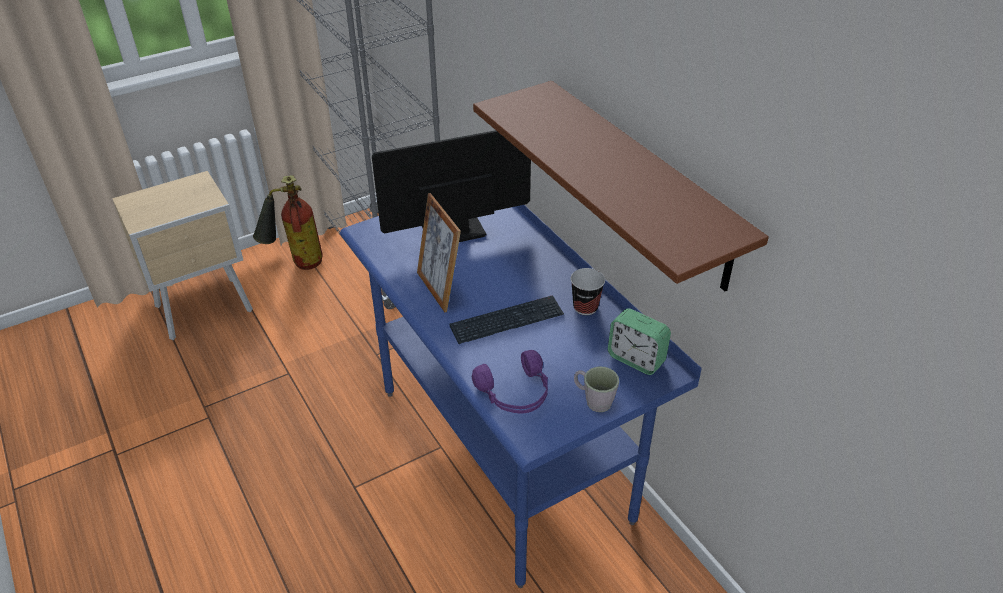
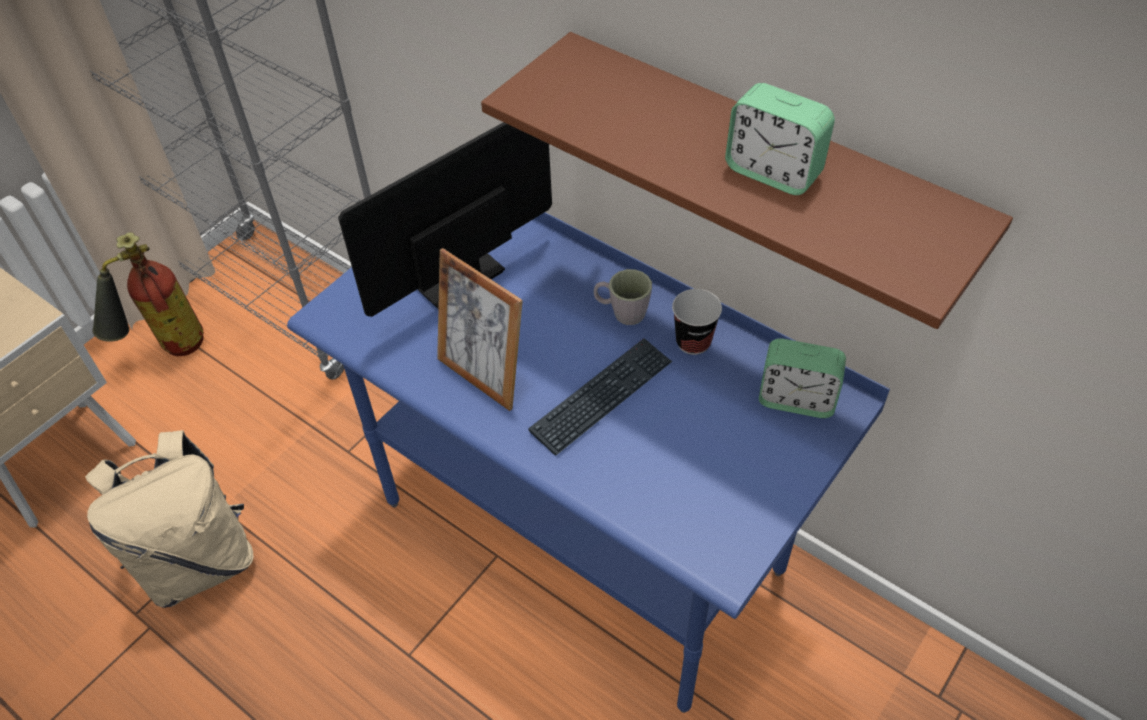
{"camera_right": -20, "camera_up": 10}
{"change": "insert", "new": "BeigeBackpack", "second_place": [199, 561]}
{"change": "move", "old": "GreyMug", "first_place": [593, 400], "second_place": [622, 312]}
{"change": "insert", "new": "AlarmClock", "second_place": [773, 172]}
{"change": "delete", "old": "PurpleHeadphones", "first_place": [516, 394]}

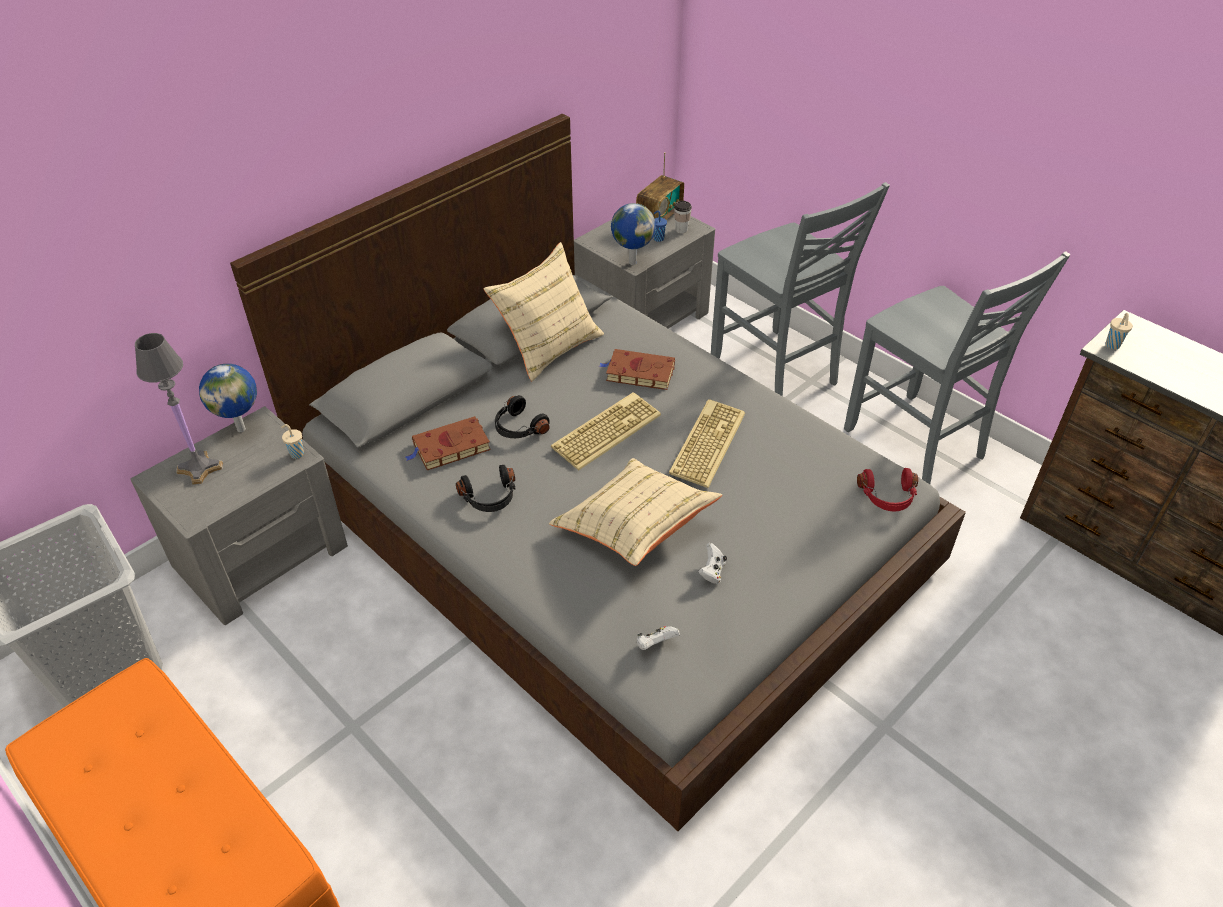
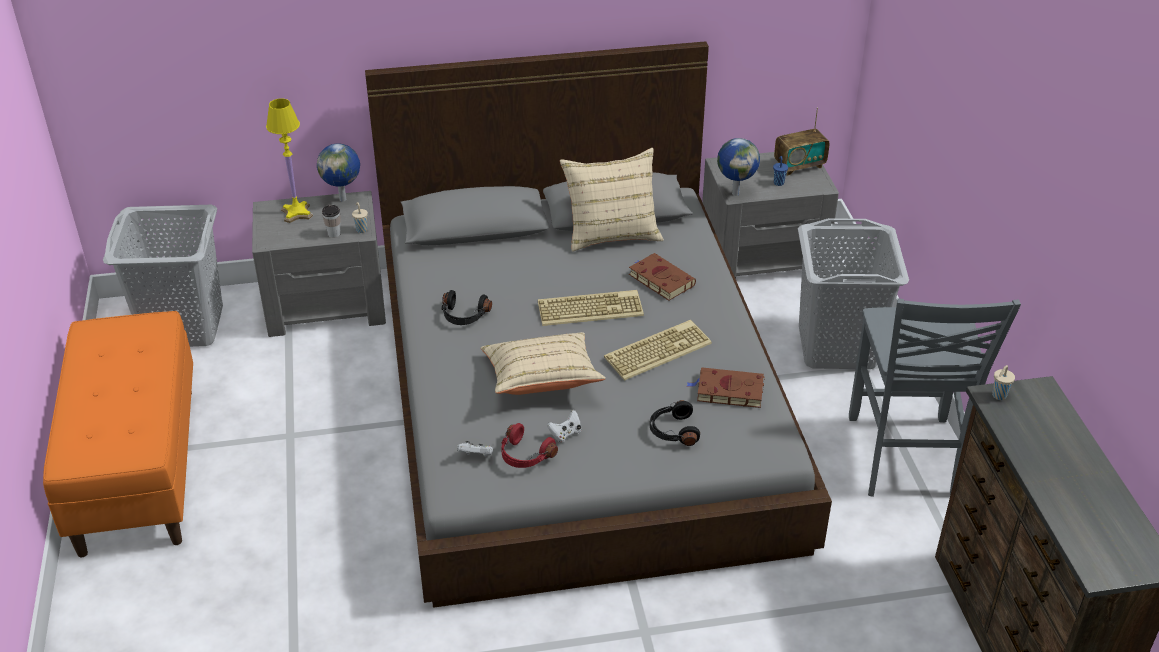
{"camera_right": 35, "camera_up": -5}
{"change": "recolor", "old": "GreyTableLamp", "new": "YellowTableLamp", "first_place": [200, 468], "second_place": [297, 213]}
{"change": "move", "old": "Cup", "first_place": [681, 230], "second_place": [334, 234]}
{"change": "move", "old": "RedHeadphones", "first_place": [888, 497], "second_place": [524, 456]}
{"change": "move", "old": "BlackHeadphones", "first_place": [519, 428], "second_place": [673, 431]}
{"change": "move", "old": "BrownBook", "first_place": [449, 447], "second_place": [727, 391]}
{"change": "replace", "old": "GreyChair", "new": "GreyLaundryBasket", "first_place": [776, 372], "second_place": [836, 347]}

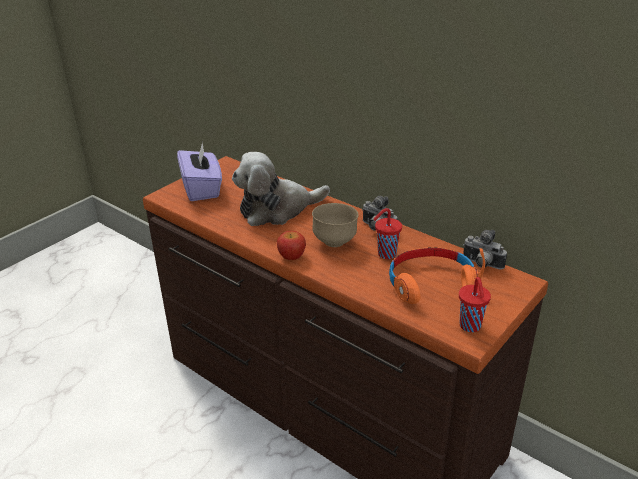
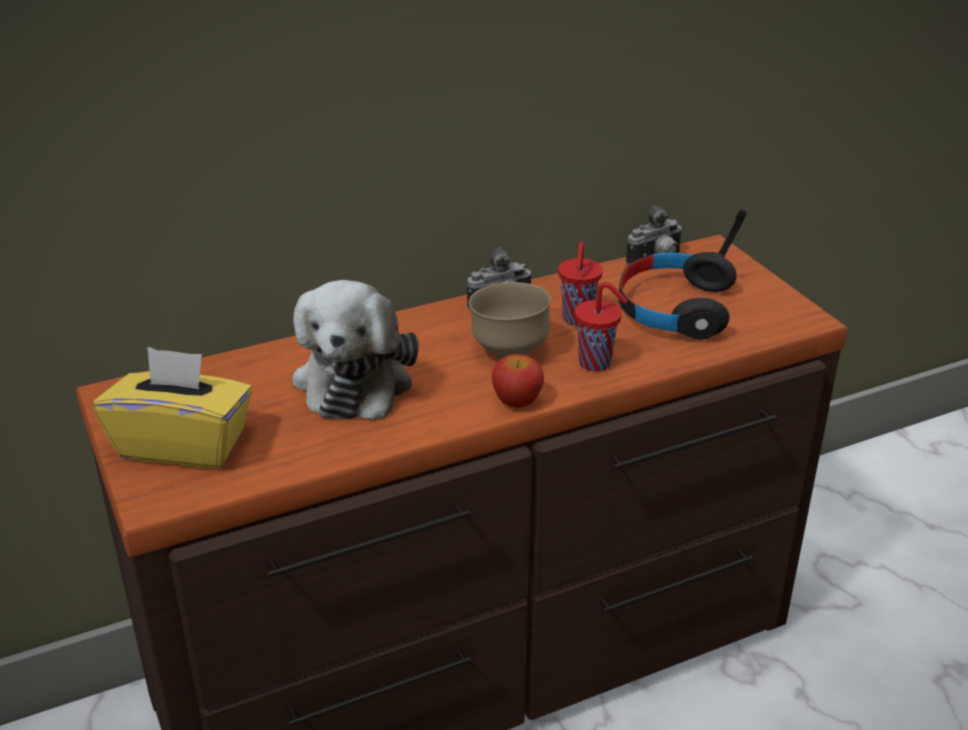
{"camera_right": -65, "camera_up": 0}
{"change": "recolor", "old": "PurpleTissueBox", "new": "YellowTissueBox", "first_place": [202, 188], "second_place": [183, 444]}
{"change": "move", "old": "RedCup", "first_place": [470, 326], "second_place": [597, 364]}
{"change": "recolor", "old": "OrangeHeadphones", "new": "BlackHeadphones", "first_place": [431, 284], "second_place": [674, 308]}

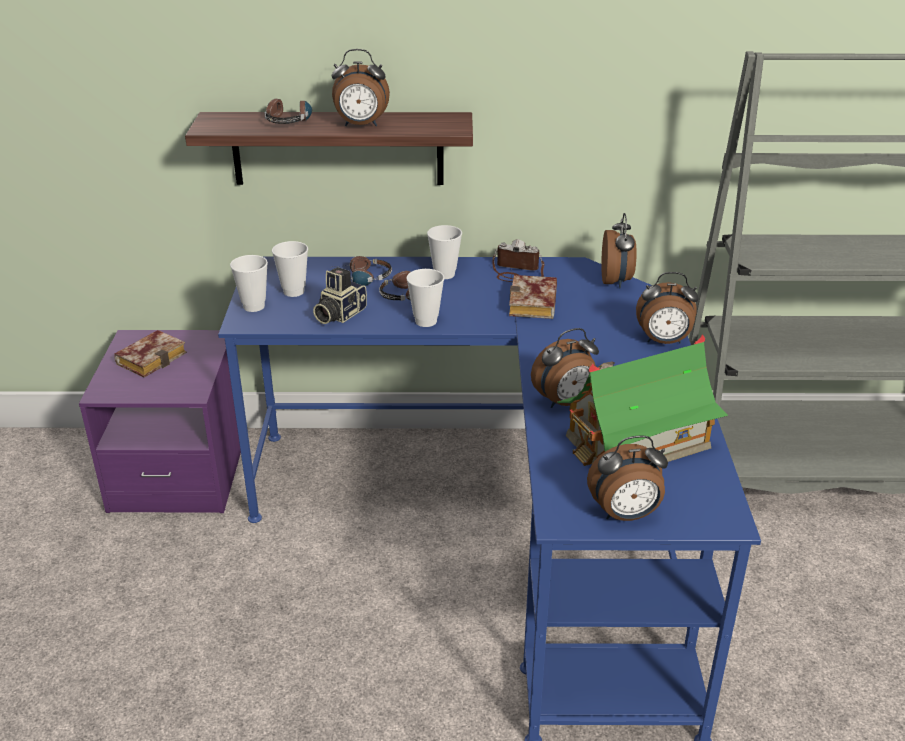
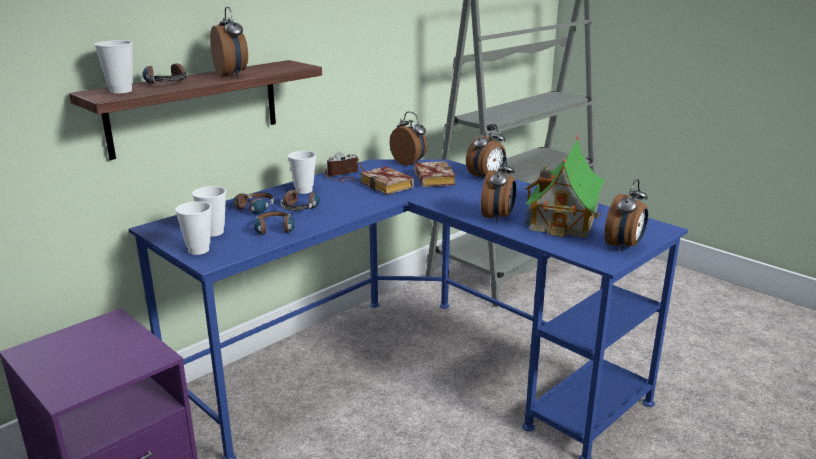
{"camera_right": -45, "camera_up": -10}
{"change": "move", "old": "Cup", "first_place": [426, 321], "second_place": [121, 91]}
{"change": "rotate", "old": "AlarmClock", "first_place": [361, 125], "second_place": [232, 75], "degrees": -75}
{"change": "replace", "old": "PhotoCamera", "new": "Headphones", "first_place": [338, 314], "second_place": [275, 231]}
{"change": "move", "old": "Book", "first_place": [152, 357], "second_place": [432, 178]}

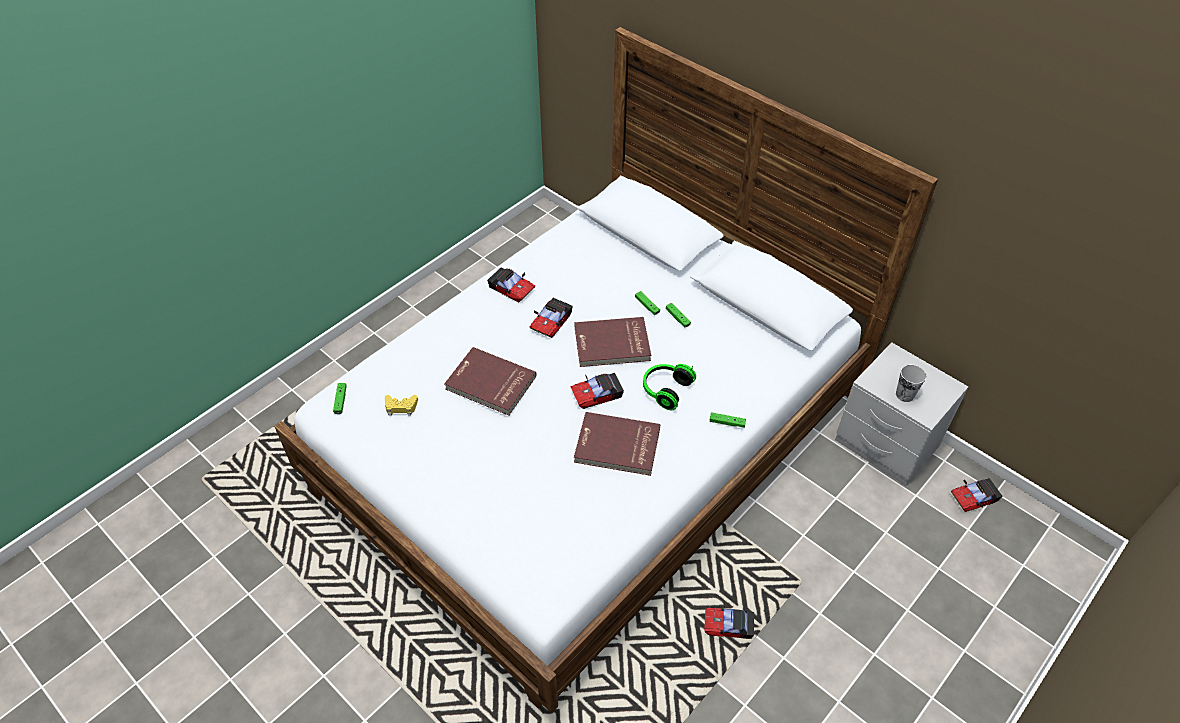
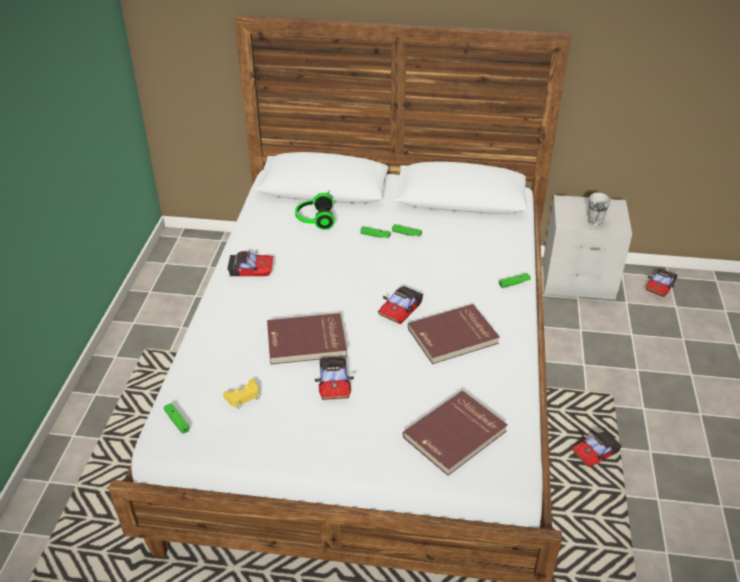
{"camera_right": -35, "camera_up": -10}
{"change": "move", "old": "Headphones", "first_place": [665, 390], "second_place": [315, 219]}
{"change": "move", "old": "ToyCar", "first_place": [551, 322], "second_place": [334, 383]}
{"change": "move", "old": "RedBook", "first_place": [612, 345], "second_place": [456, 435]}

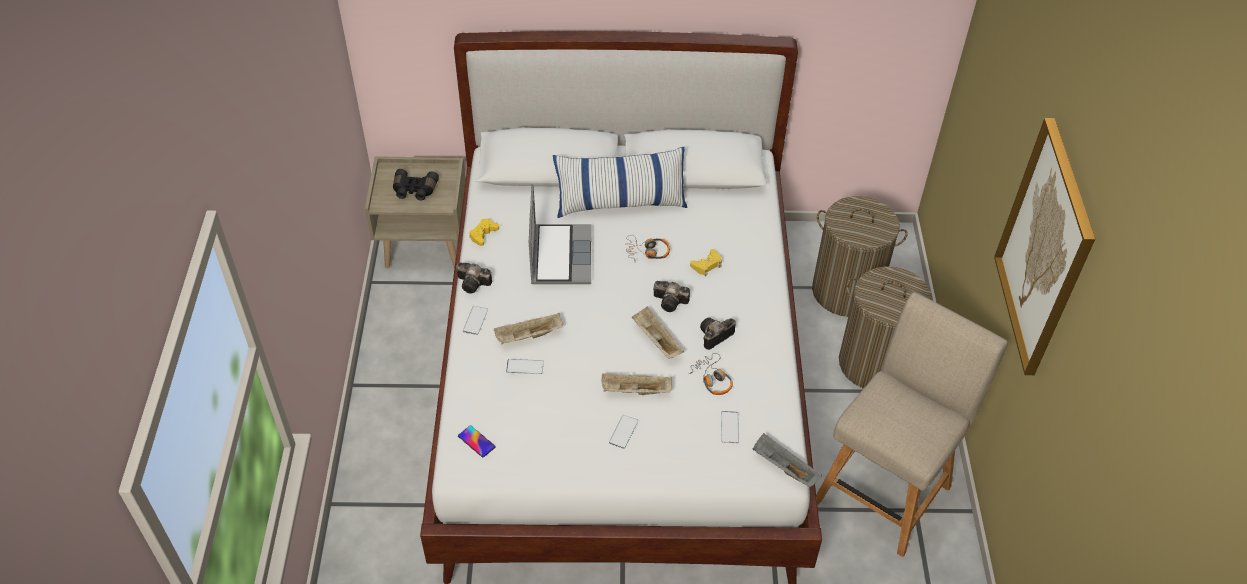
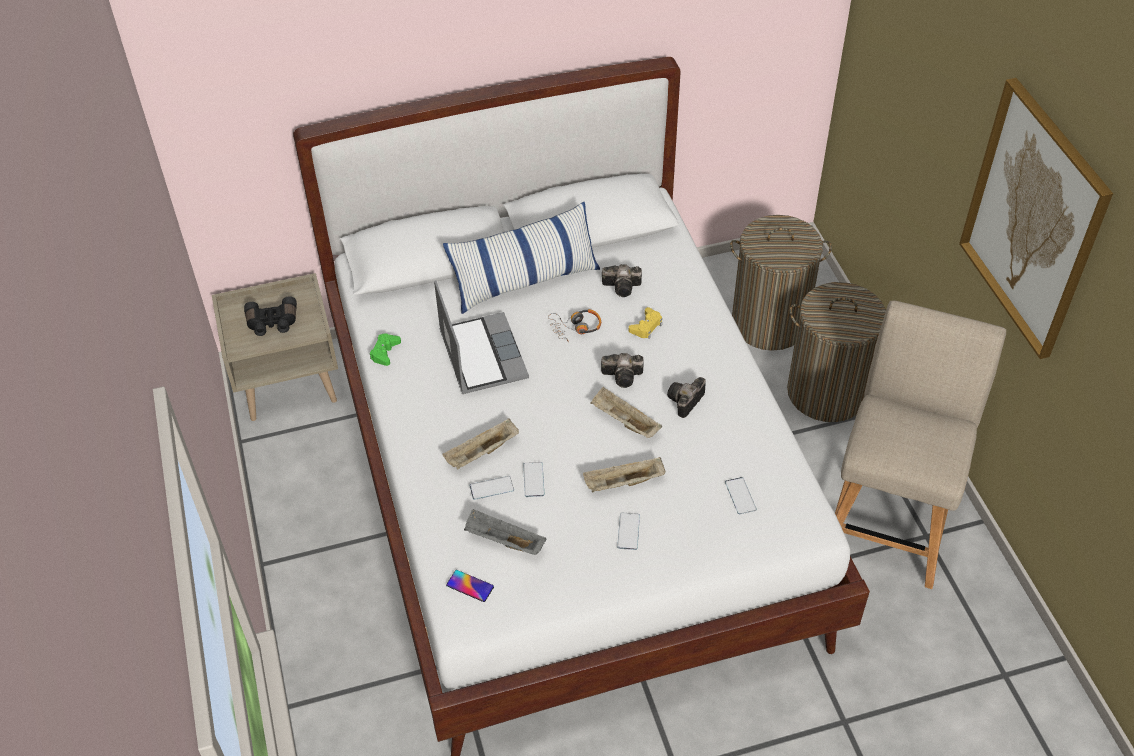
{"camera_right": -15, "camera_up": 0}
{"change": "recolor", "old": "YellowGameController", "new": "GreenGameController", "first_place": [483, 234], "second_place": [385, 352]}
{"change": "move", "old": "GreyTray", "first_place": [783, 468], "second_place": [503, 541]}
{"change": "move", "old": "Phone", "first_place": [475, 320], "second_place": [533, 480]}
{"change": "move", "old": "PhotoCamera", "first_place": [474, 284], "second_place": [623, 287]}
{"change": "delete", "old": "Headphones", "first_place": [712, 379]}

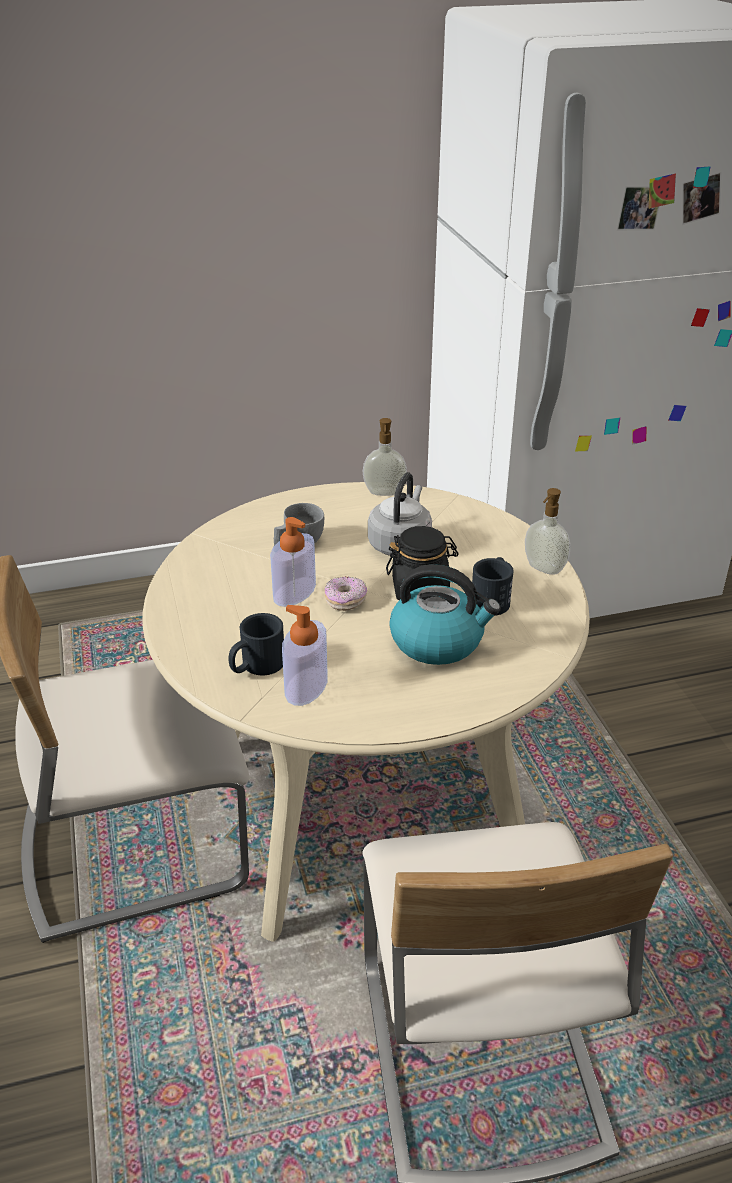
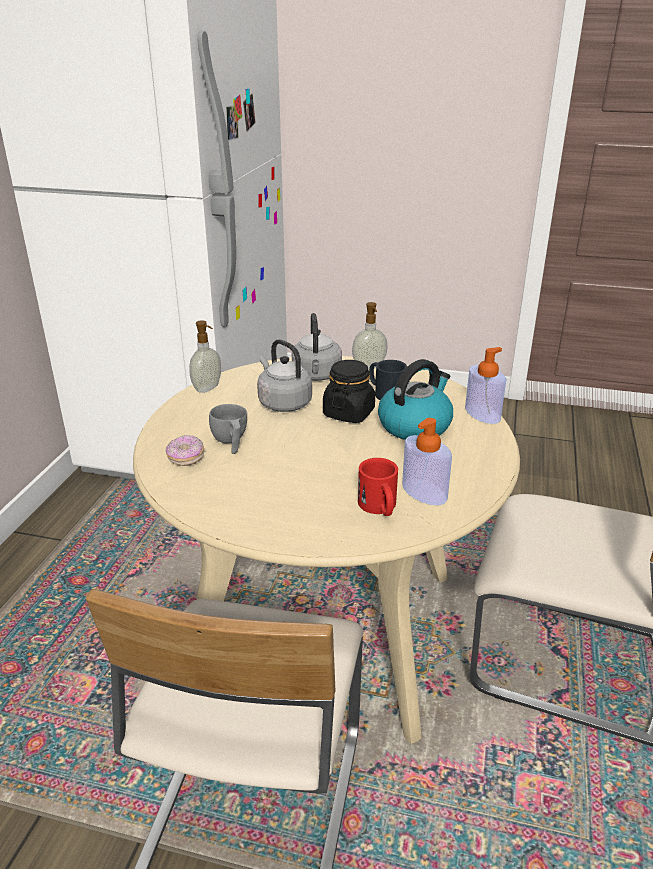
{"camera_right": -60, "camera_up": -5}
{"change": "move", "old": "Donut", "first_place": [345, 601], "second_place": [185, 458]}
{"change": "insert", "new": "GreyKettle", "second_place": [317, 376]}
{"change": "recolor", "old": "BlackMug", "new": "RedMug", "first_place": [256, 666], "second_place": [379, 508]}
{"change": "move", "old": "SoapDispenser", "first_place": [294, 592], "second_place": [482, 414]}

